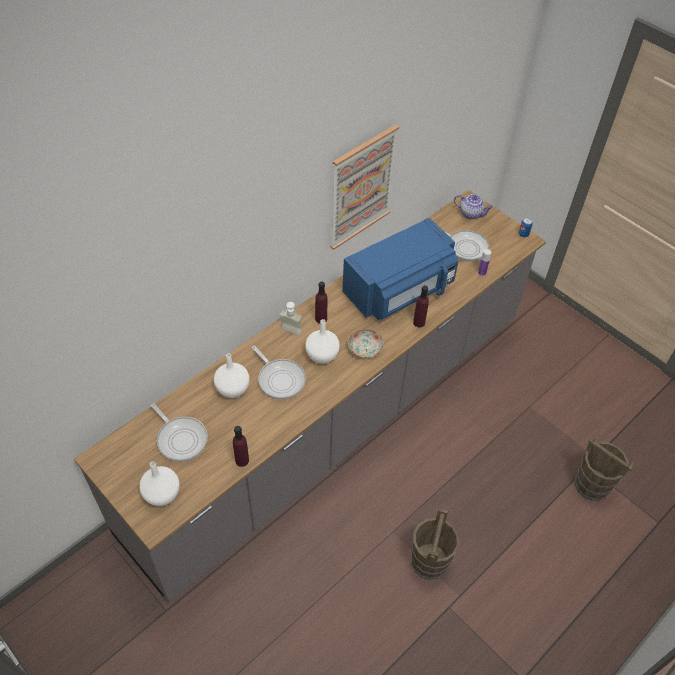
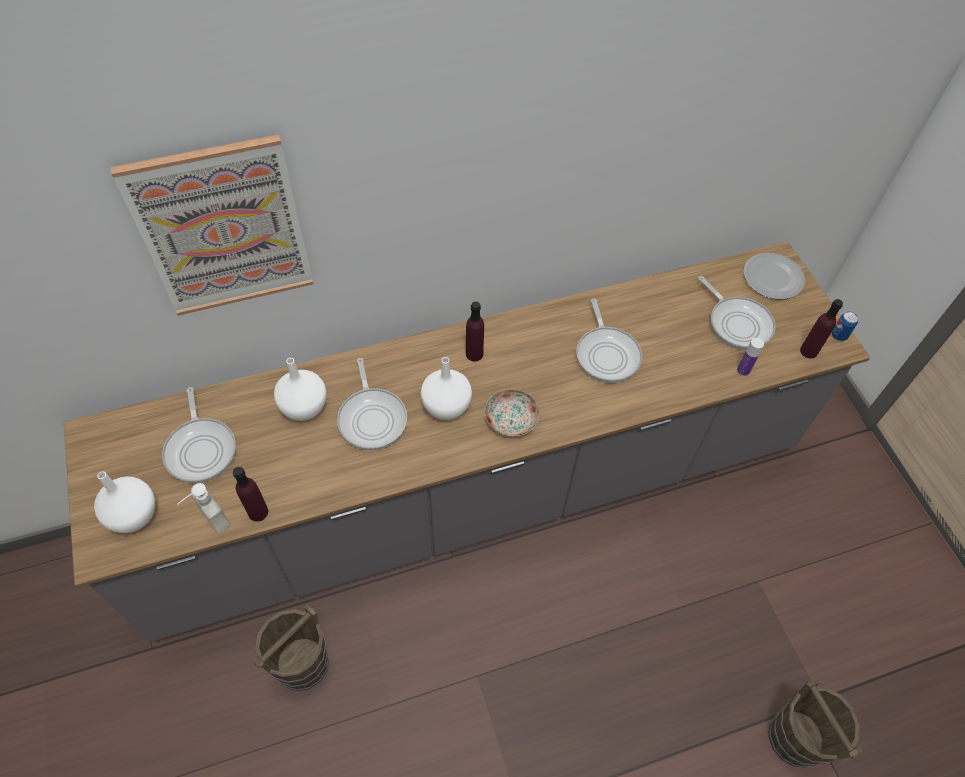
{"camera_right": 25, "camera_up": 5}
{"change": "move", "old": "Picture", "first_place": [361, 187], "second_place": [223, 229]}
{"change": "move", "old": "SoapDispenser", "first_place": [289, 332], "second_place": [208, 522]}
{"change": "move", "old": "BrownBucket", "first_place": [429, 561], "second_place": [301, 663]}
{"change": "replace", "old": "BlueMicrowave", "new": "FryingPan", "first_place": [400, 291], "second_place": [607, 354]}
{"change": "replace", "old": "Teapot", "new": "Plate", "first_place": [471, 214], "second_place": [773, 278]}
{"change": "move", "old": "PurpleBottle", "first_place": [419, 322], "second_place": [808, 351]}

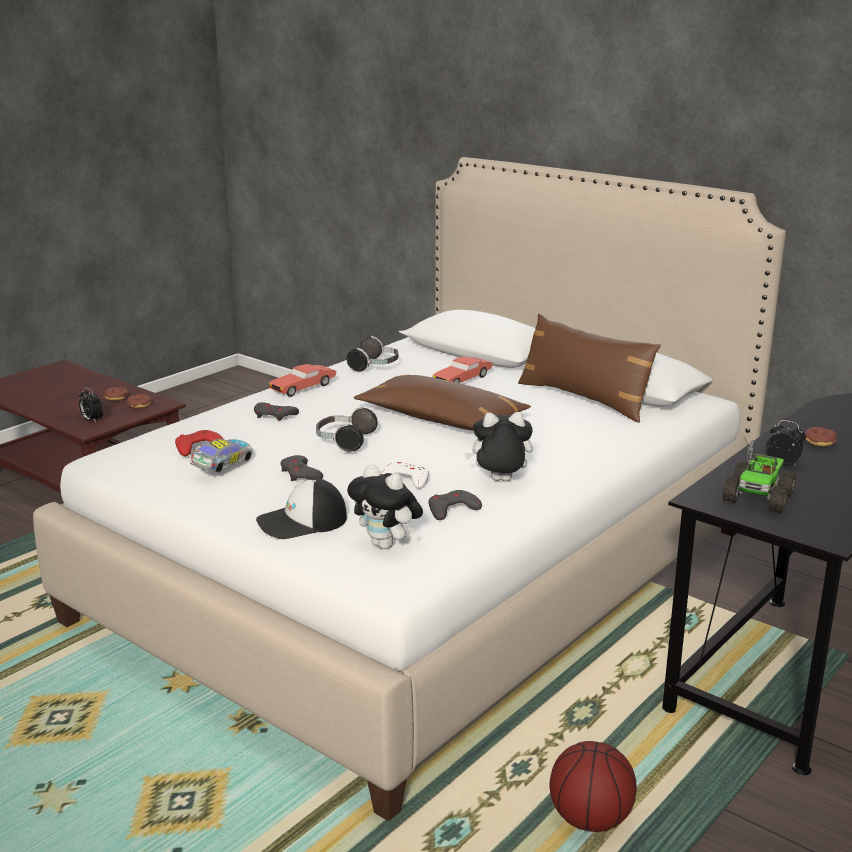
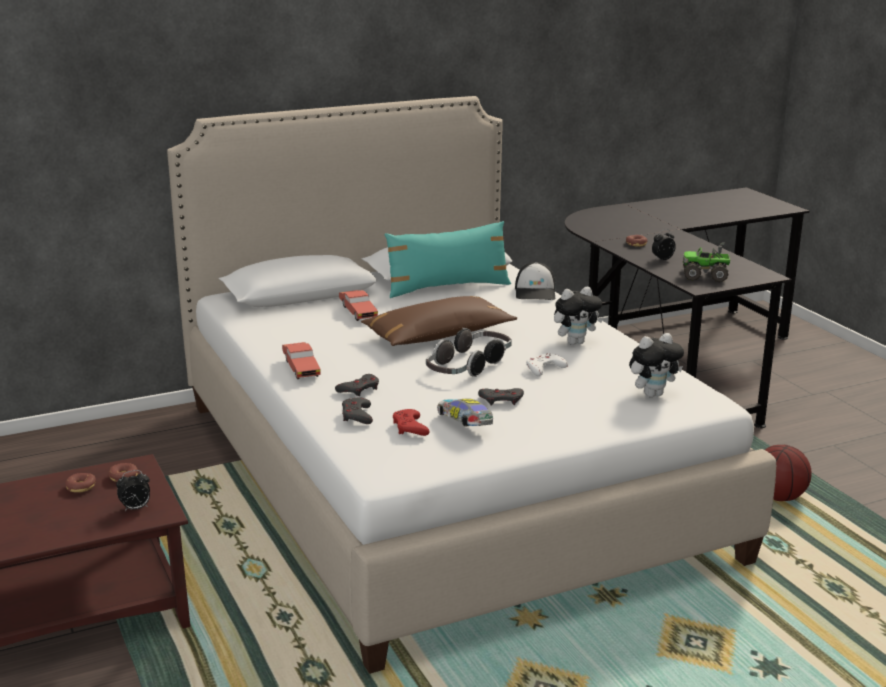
{"camera_right": -65, "camera_up": 0}
{"change": "move", "old": "GreyGameController", "first_place": [452, 509], "second_place": [357, 415]}
{"change": "recolor", "old": "BrownPillow", "new": "TurquoisePillow", "first_place": [584, 399], "second_place": [447, 287]}
{"change": "move", "old": "Headphones", "first_place": [375, 367], "second_place": [486, 354]}
{"change": "move", "old": "Cap", "first_place": [302, 522], "second_place": [535, 292]}
{"change": "rotate", "old": "PlushToy", "first_place": [499, 482], "second_place": [575, 342], "degrees": -135}
{"change": "rotate", "old": "ToyTruck", "first_place": [759, 497], "second_place": [705, 275], "degrees": 135}

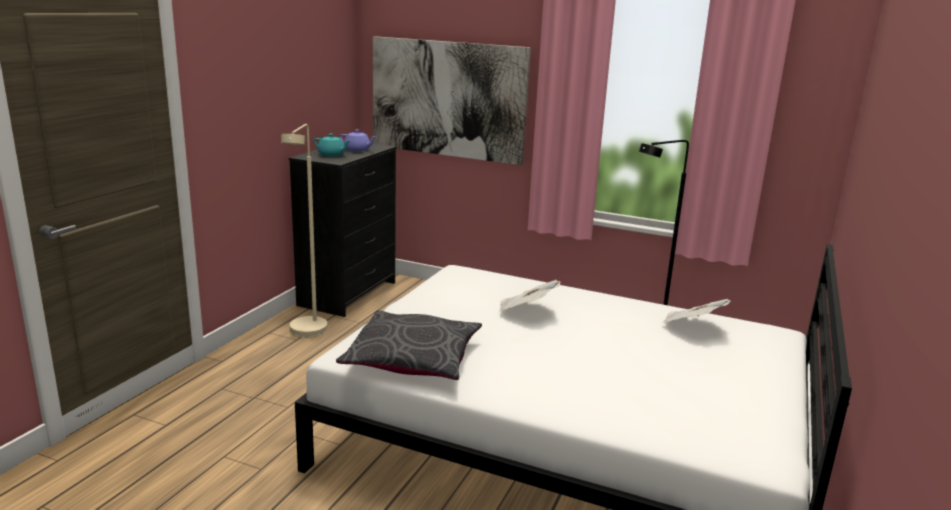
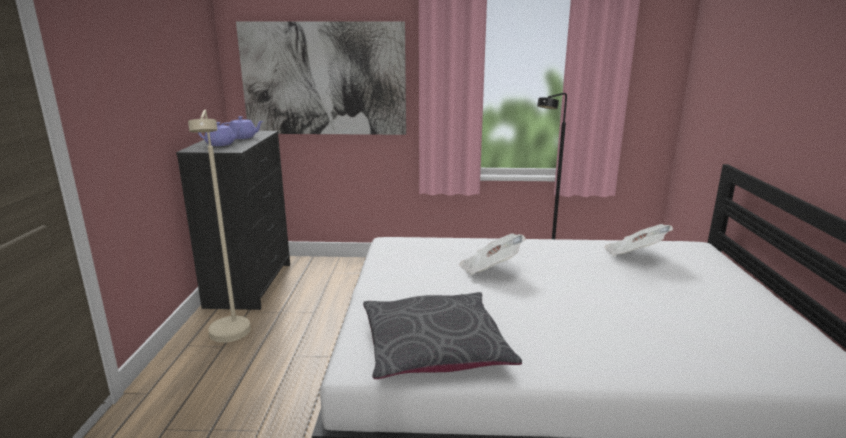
{"camera_right": -20, "camera_up": 0}
{"change": "recolor", "old": "TurquoiseTeapot", "new": "PurpleTeapot", "first_place": [332, 155], "second_place": [221, 144]}

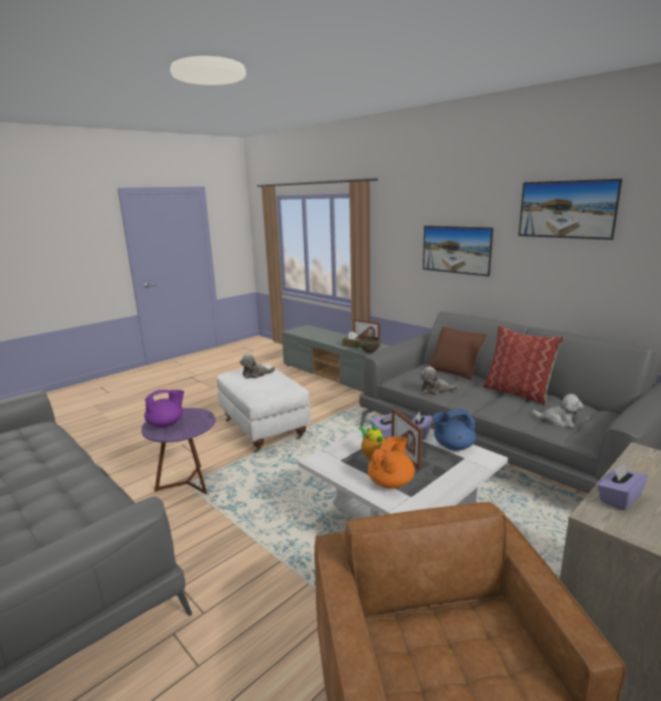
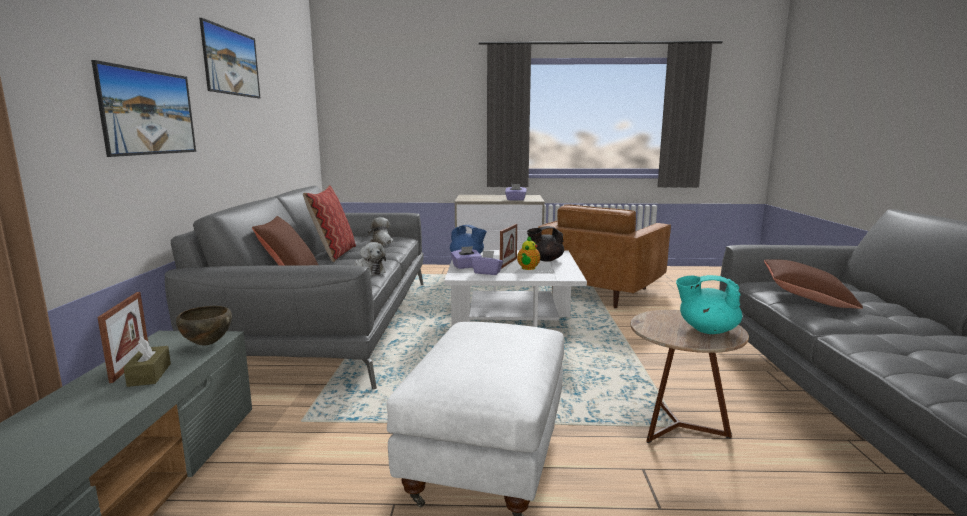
{"camera_right": -135, "camera_up": -5}
{"change": "recolor", "old": "OrangeTeapot", "new": "BlackTeapot", "first_place": [391, 482], "second_place": [545, 260]}
{"change": "recolor", "old": "PurpleSideTable", "new": "BrownSideTable", "first_place": [187, 484], "second_place": [678, 426]}
{"change": "recolor", "old": "PurpleTeapot", "new": "TurquoiseTeapot", "first_place": [166, 424], "second_place": [706, 330]}
{"change": "insert", "new": "BrownPillow", "second_place": [806, 297]}
{"change": "delete", "old": "PlushToy", "first_place": [256, 374]}

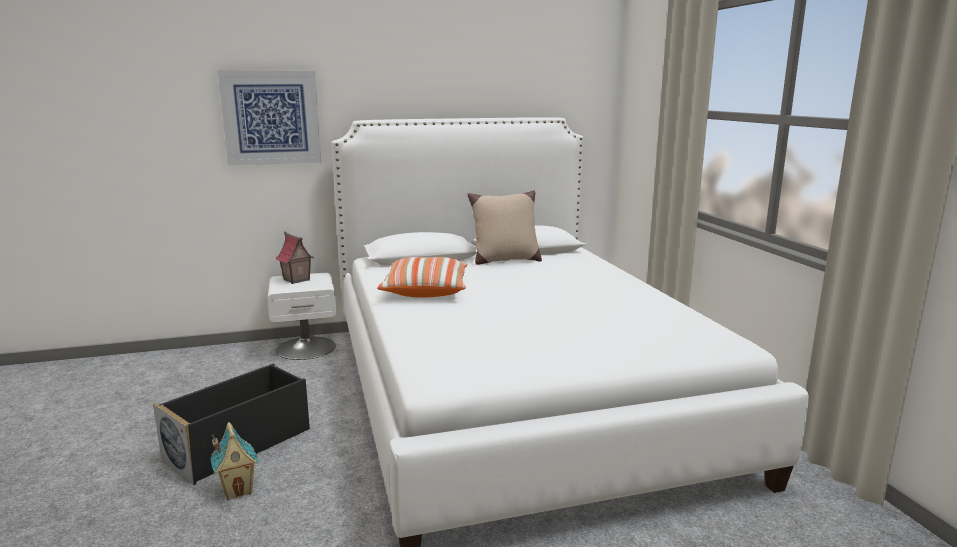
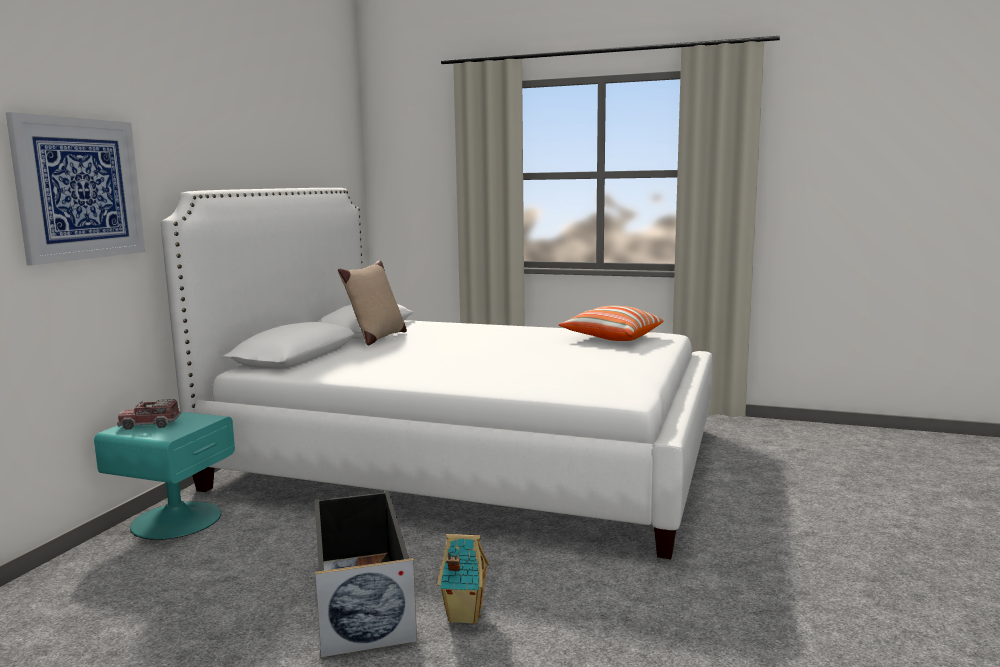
{"camera_right": -55, "camera_up": -5}
{"change": "recolor", "old": "WhiteNightstand", "new": "TurquoiseNightstand", "first_place": [306, 347], "second_place": [175, 519]}
{"change": "replace", "old": "ToyHouse", "new": "ToyTruck", "first_place": [296, 280], "second_place": [150, 424]}
{"change": "move", "old": "Pillow", "first_place": [425, 290], "second_place": [611, 338]}

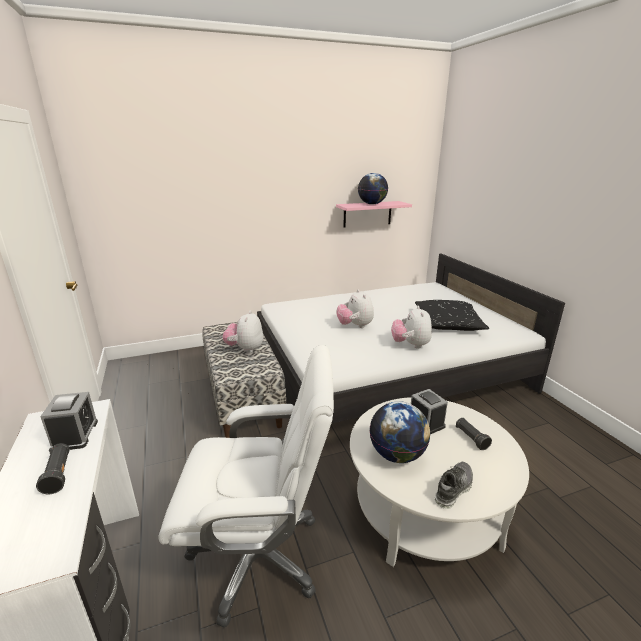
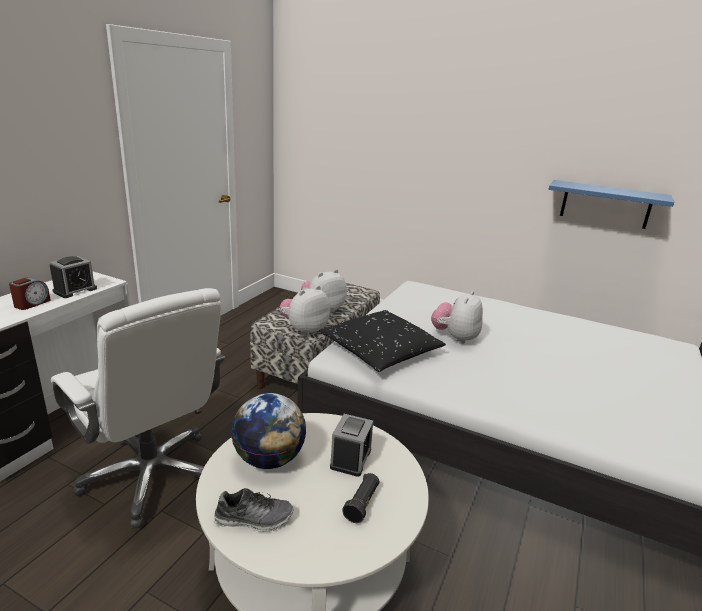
{"camera_right": 45, "camera_up": 0}
{"change": "replace", "old": "BlackFlashlight", "new": "AlarmClock", "first_place": [58, 474], "second_place": [32, 303]}
{"change": "move", "old": "PlushToy", "first_place": [410, 345], "second_place": [304, 330]}
{"change": "move", "old": "BlackPillow", "first_place": [447, 323], "second_place": [381, 350]}
{"change": "recolor", "old": "PinkShelf", "new": "BlueShelf", "first_place": [367, 214], "second_place": [605, 204]}
{"change": "delete", "old": "Globe", "first_place": [372, 204]}

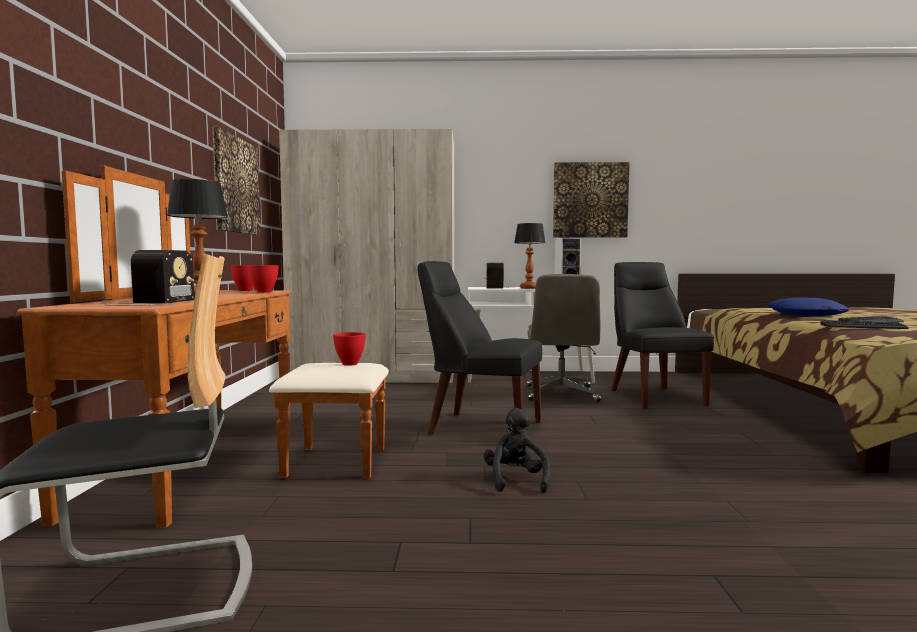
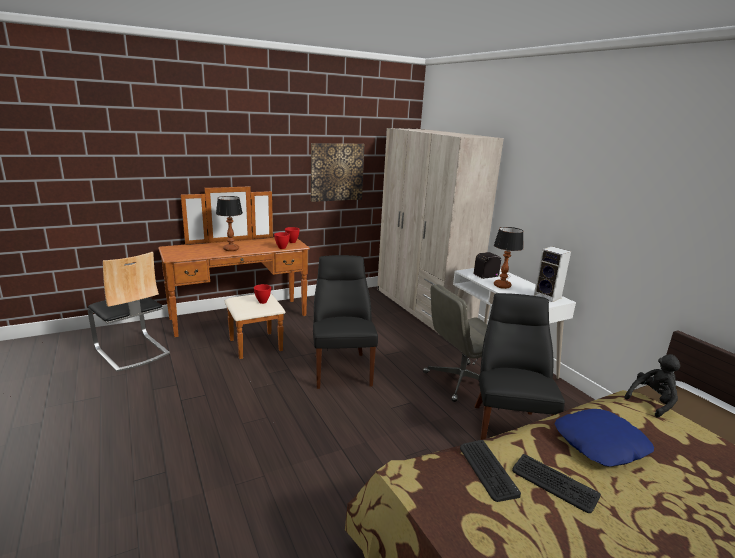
{"camera_right": 60, "camera_up": 15}
{"change": "rotate", "old": "BlackChair", "first_place": [653, 396], "second_place": [507, 428], "degrees": -45}
{"change": "move", "old": "BlackPlushToy", "first_place": [516, 480], "second_place": [652, 402]}
{"change": "delete", "old": "Radio", "first_place": [148, 302]}
{"change": "delete", "old": "Picture", "first_place": [590, 200]}

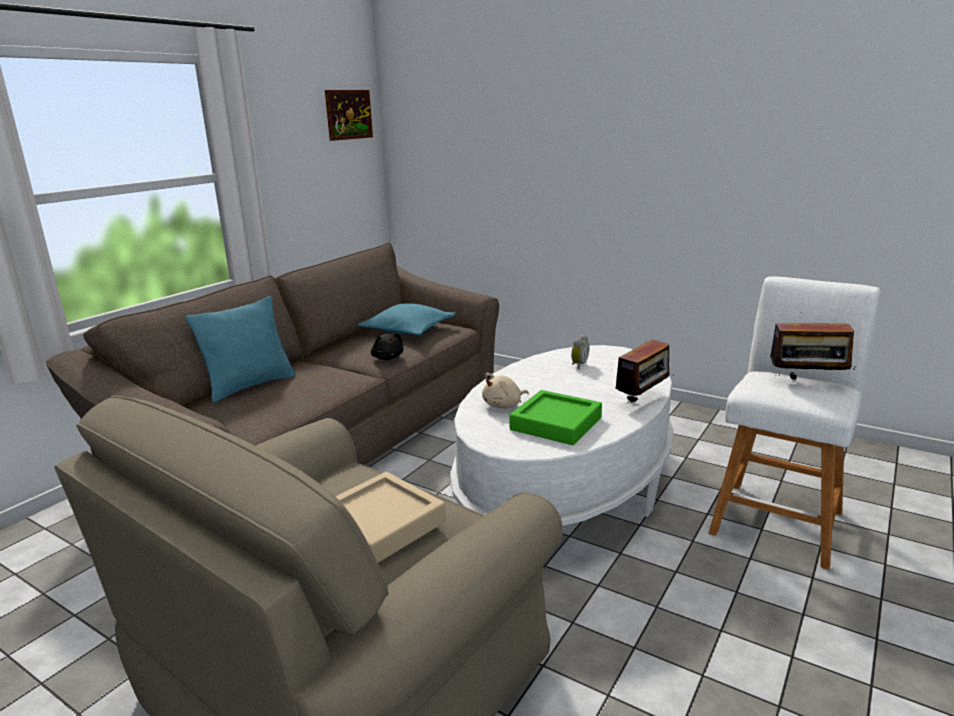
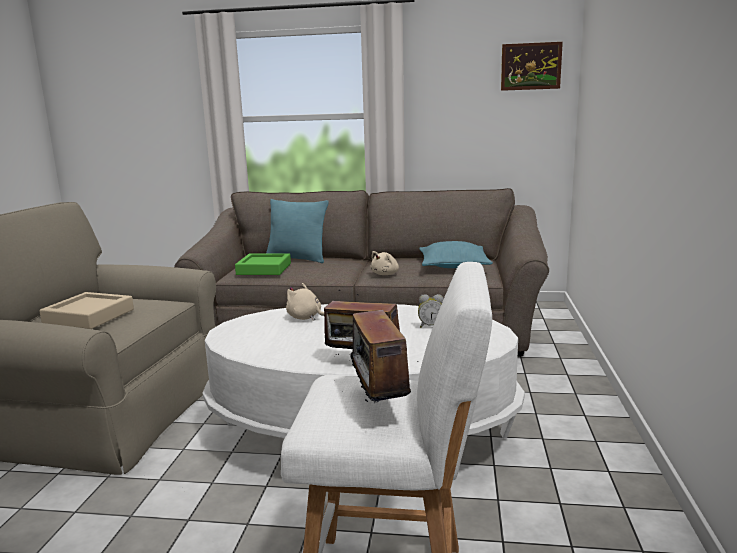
{"camera_right": 65, "camera_up": -5}
{"change": "move", "old": "GreenTray", "first_place": [556, 423], "second_place": [264, 269]}
{"change": "recolor", "old": "BlackPlushToy", "new": "BeigePlushToy", "first_place": [387, 358], "second_place": [386, 274]}

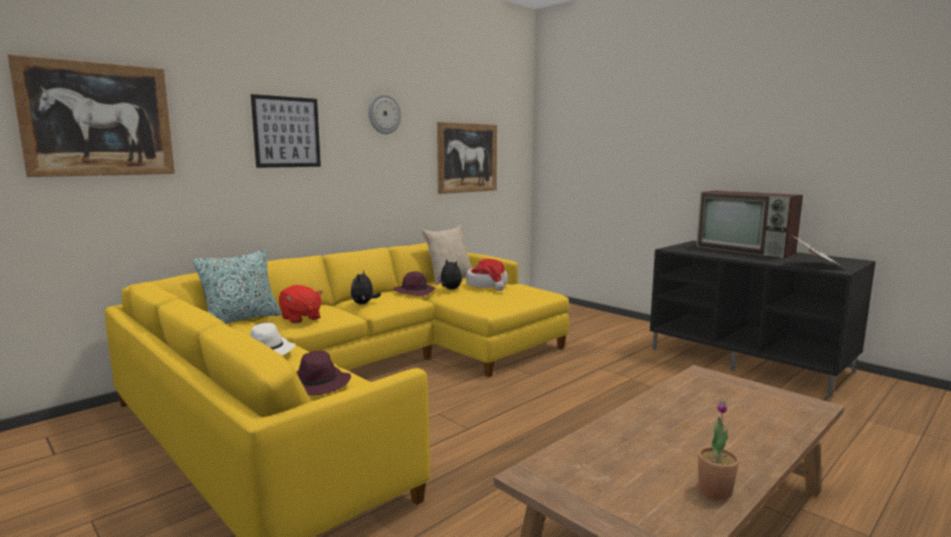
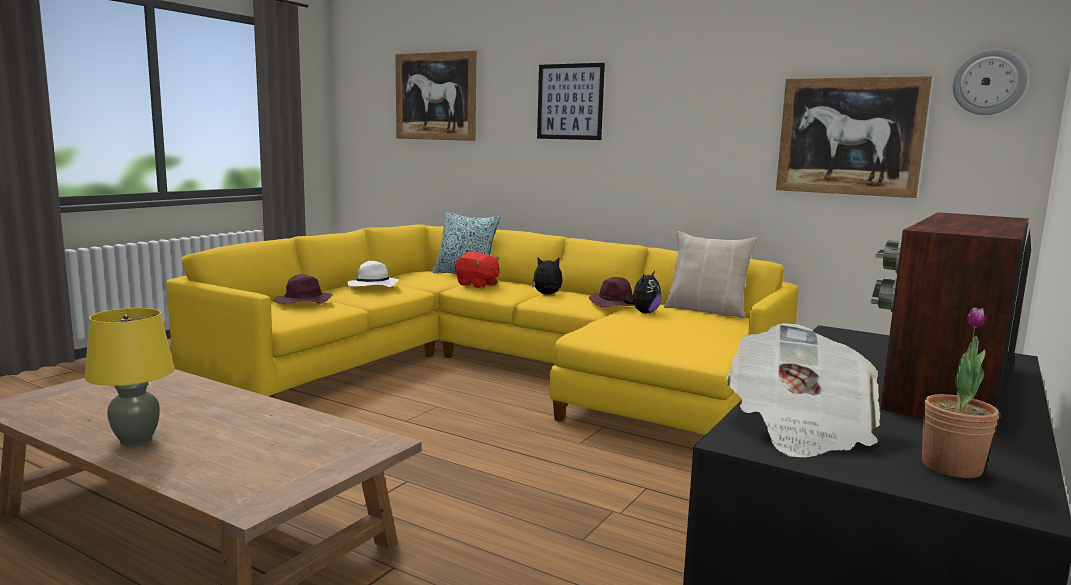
{"camera_right": 75, "camera_up": 0}
{"change": "insert", "new": "YellowTableLamp", "second_place": [136, 440]}
{"change": "rotate", "old": "RedPlushToy", "first_place": [300, 318], "second_place": [477, 285], "degrees": -90}
{"change": "move", "old": "PottedPlant", "first_place": [715, 491], "second_place": [951, 467]}
{"change": "move", "old": "WallClock", "first_place": [384, 113], "second_place": [989, 82]}
{"change": "delete", "old": "Hat", "first_place": [487, 285]}

